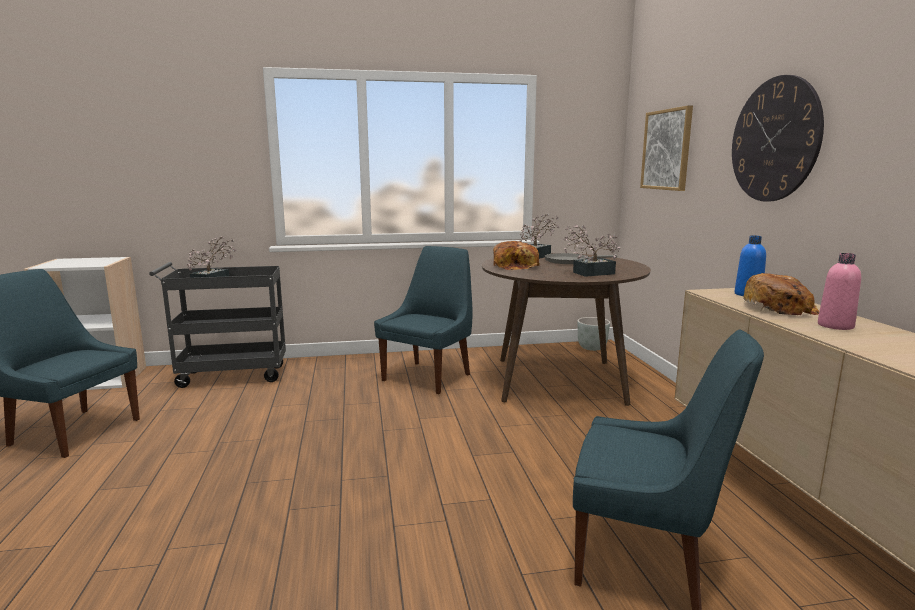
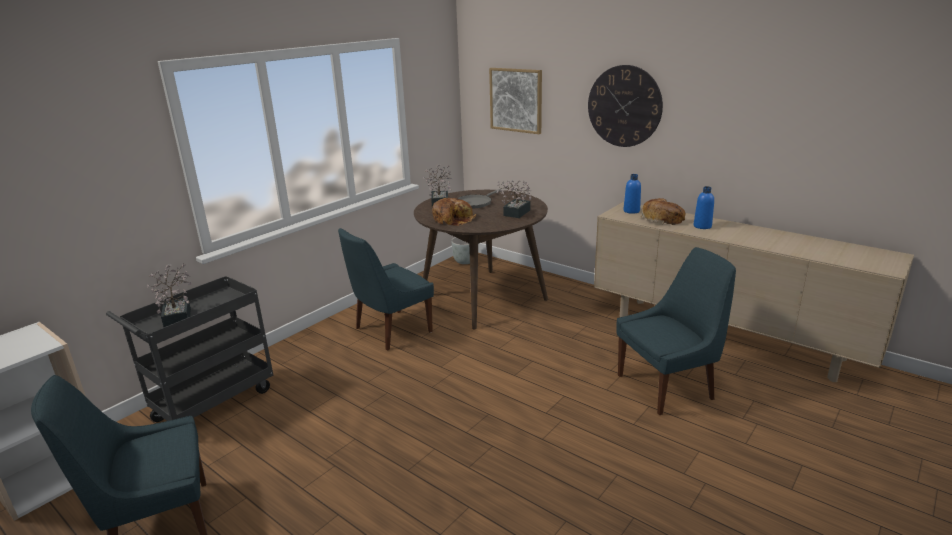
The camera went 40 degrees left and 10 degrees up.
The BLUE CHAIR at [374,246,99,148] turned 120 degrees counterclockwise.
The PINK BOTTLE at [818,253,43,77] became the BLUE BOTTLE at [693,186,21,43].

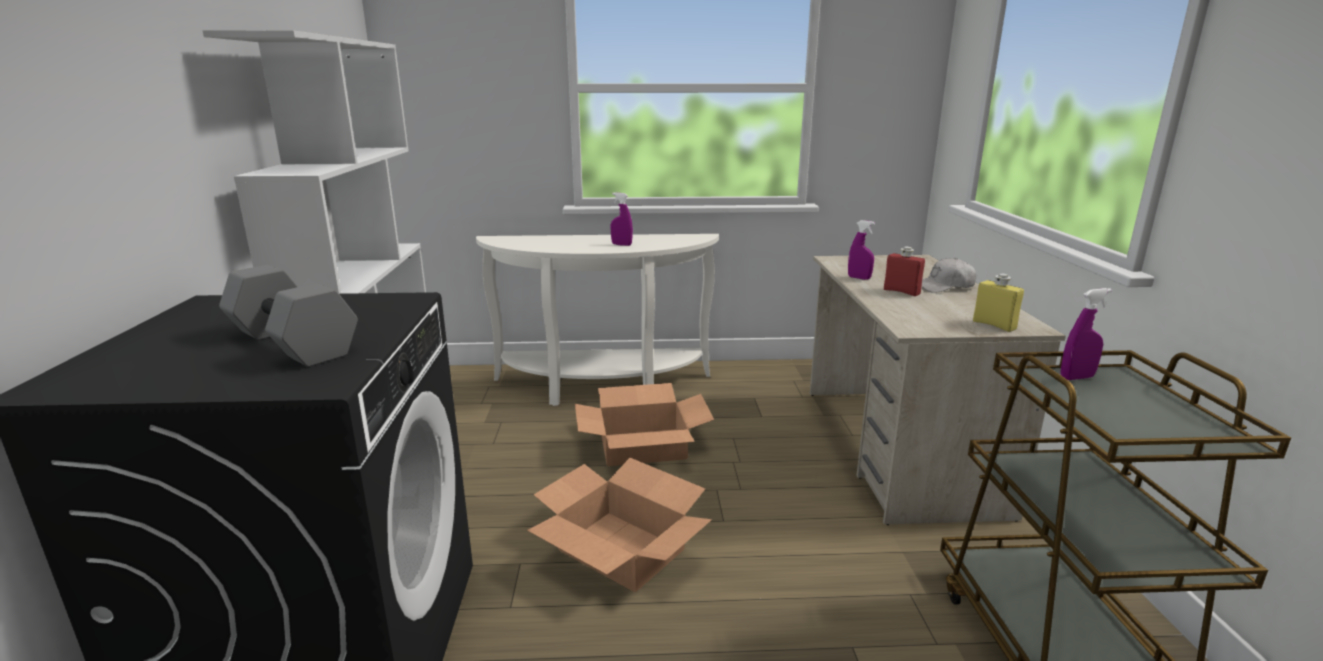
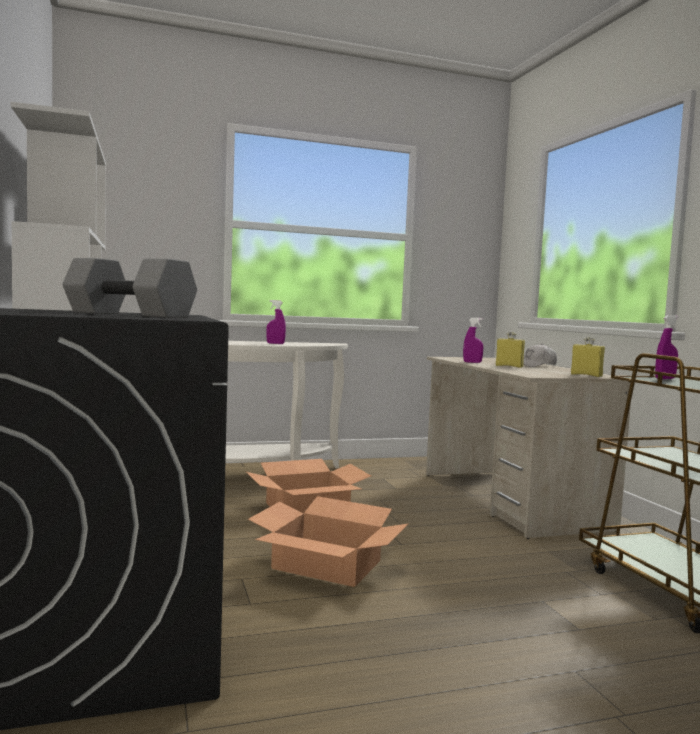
The camera went 15 degrees left and 15 degrees down.
The RED BOTTLE at [884,247,41,49] became the YELLOW BOTTLE at [496,332,29,36].

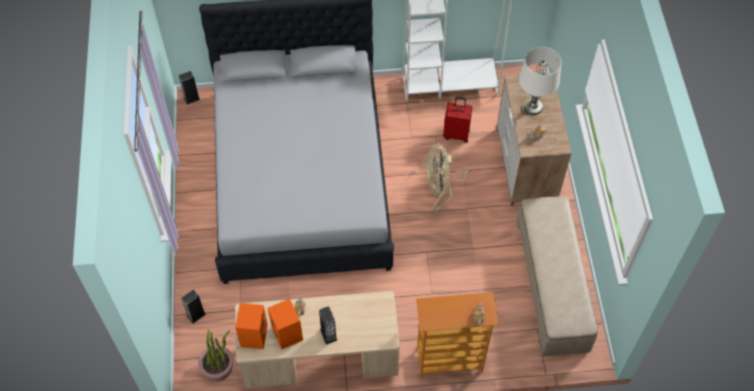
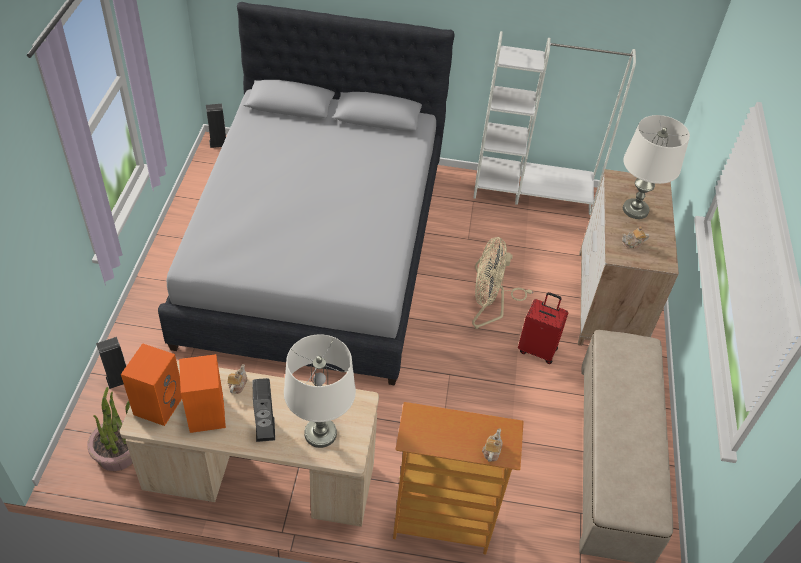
The camera went 10 degrees right and 10 degrees down.
The RED SUITCASE moved from [443,97,29,46] to [518,292,50,72].
The WHITE TABLE LAMP at [284,334,72,114] appeared.

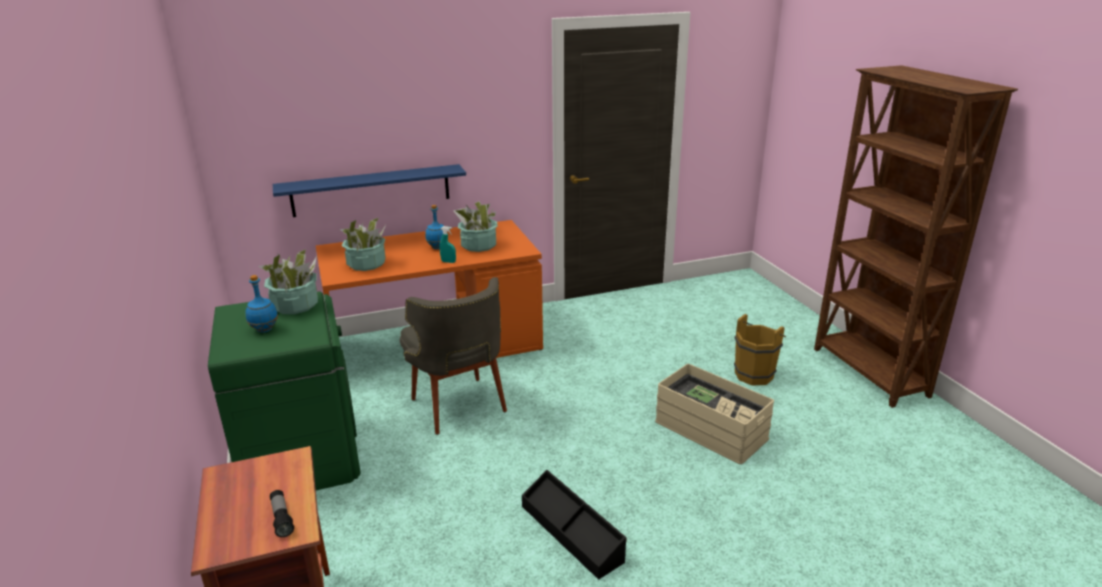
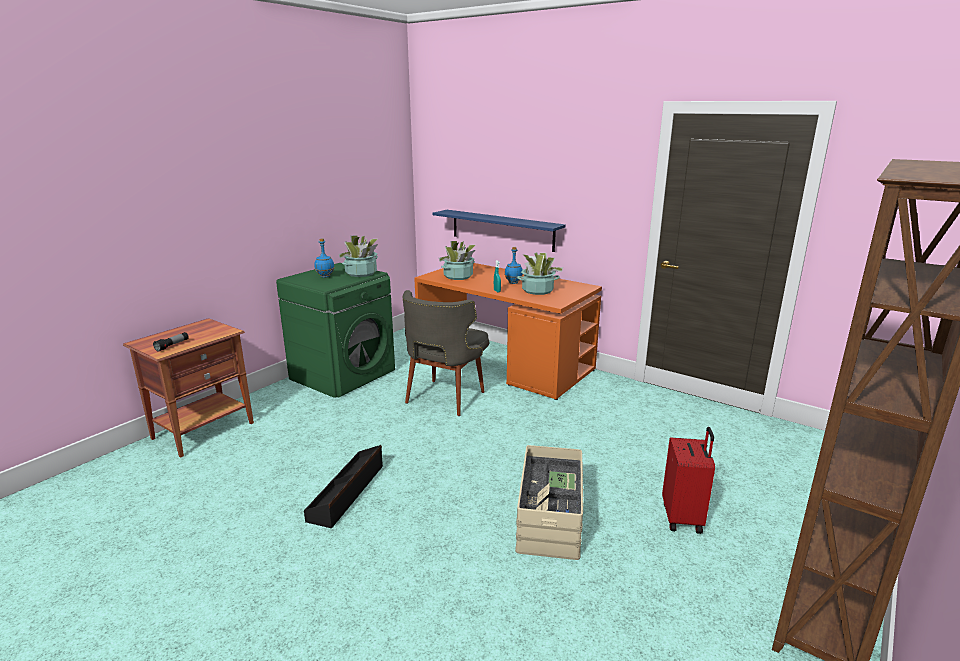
The camera went 55 degrees right and 5 degrees down.
The BROWN BUCKET at [734,314,52,71] was replaced by the RED SUITCASE at [662,427,53,107].

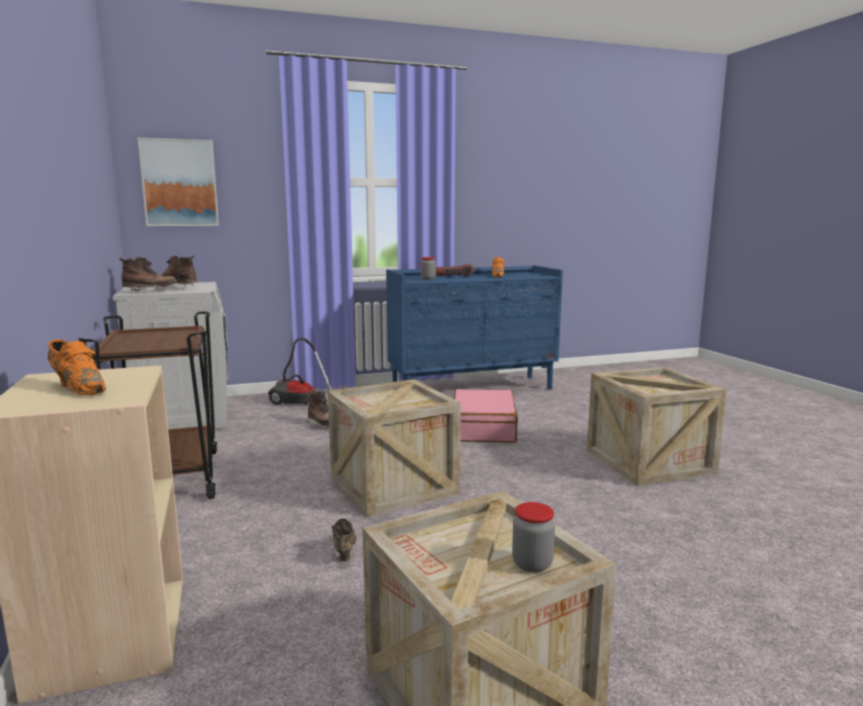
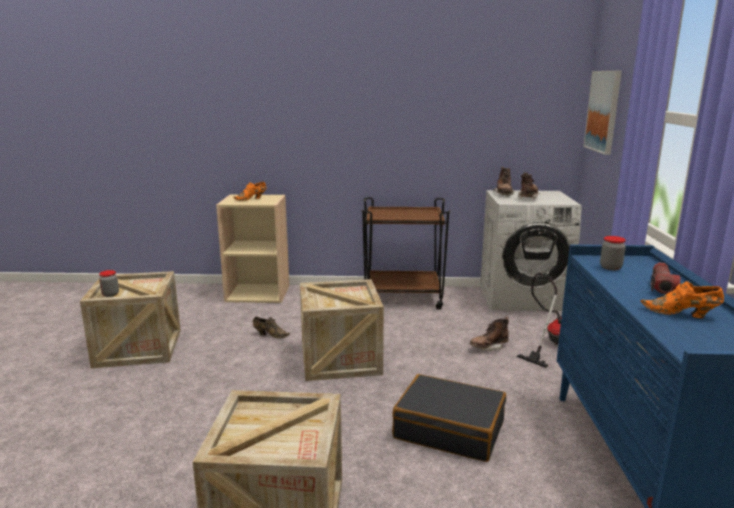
The camera went 110 degrees right and 5 degrees up.
The PINK SUITCASE at [453,389,65,54] became the BLACK SUITCASE at [392,374,114,88].

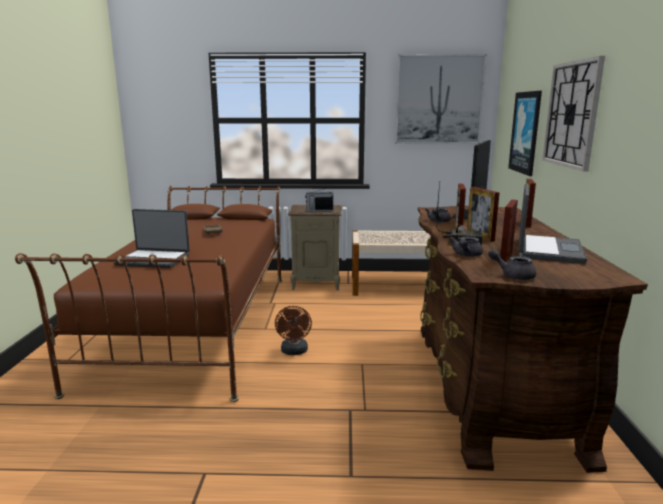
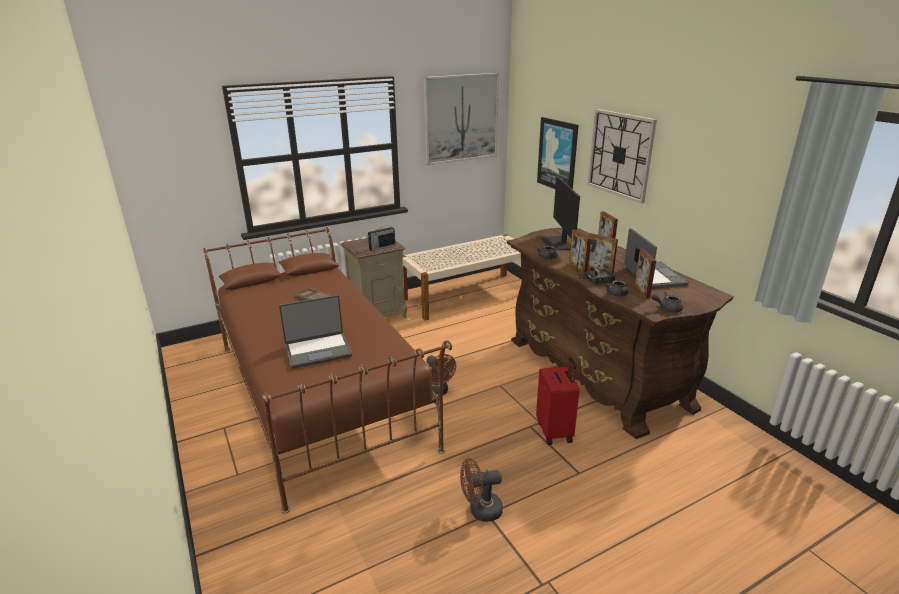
The camera went 30 degrees left and 10 degrees up.
The BROWN FAN at [460,458,43,64] appeared.
The RED SUITCASE at [536,357,44,88] appeared.

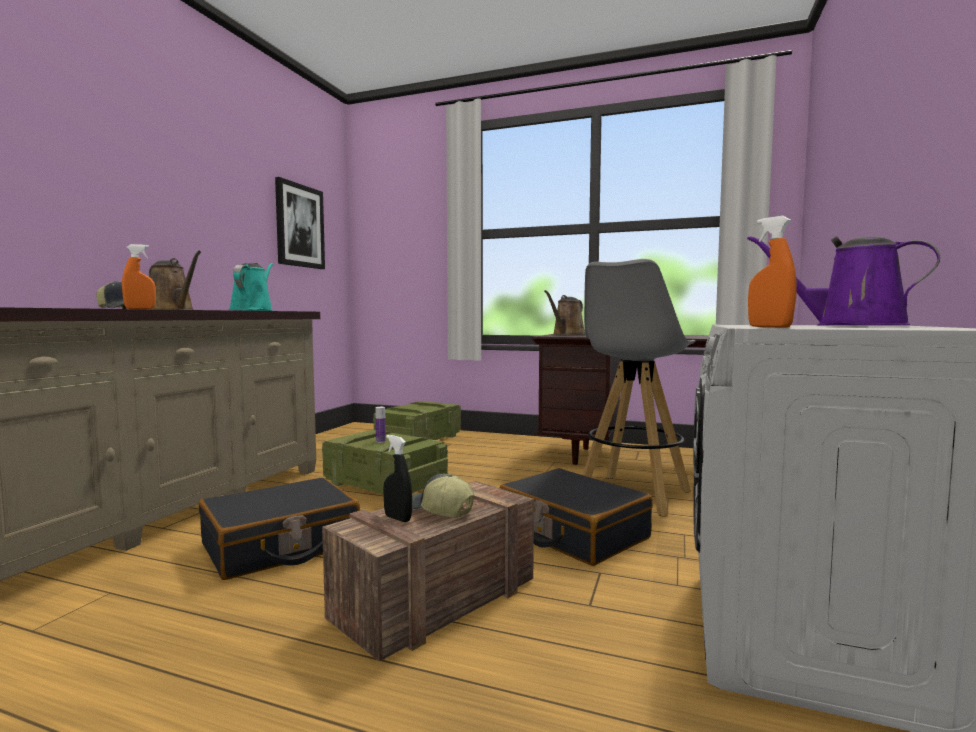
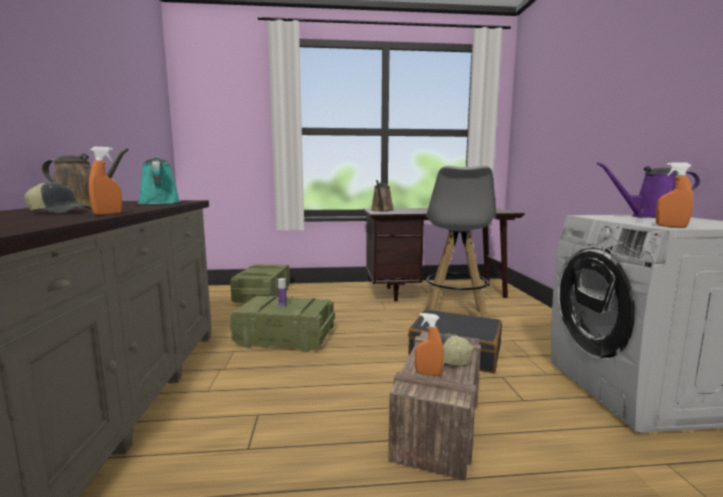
The camera went 25 degrees left and 5 degrees up.
The BLACK SUITCASE at [199,478,161,102] disappeared.
The PICTURE at [275,177,50,92] disappeared.
The BLACK SPRAY BOTTLE at [383,435,29,87] became the ORANGE SPRAY BOTTLE at [415,313,29,63].

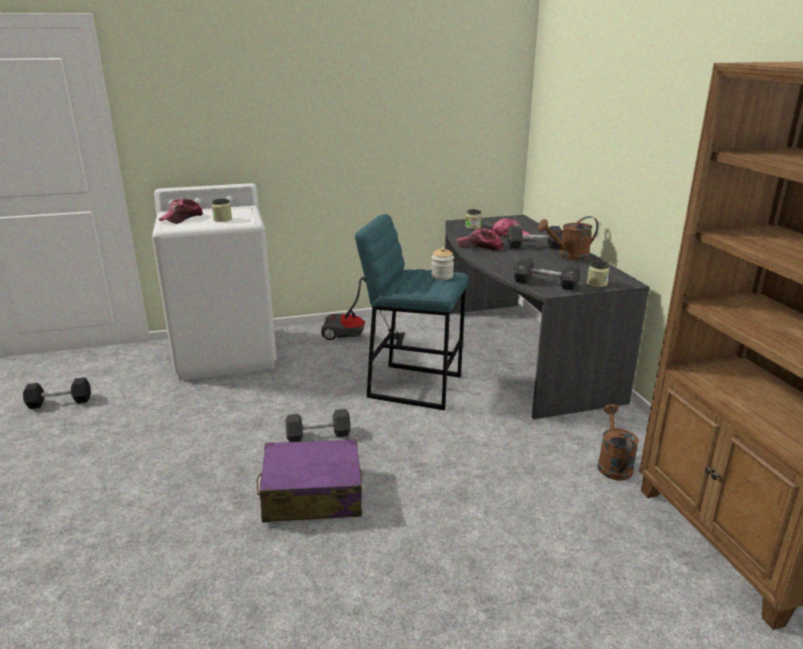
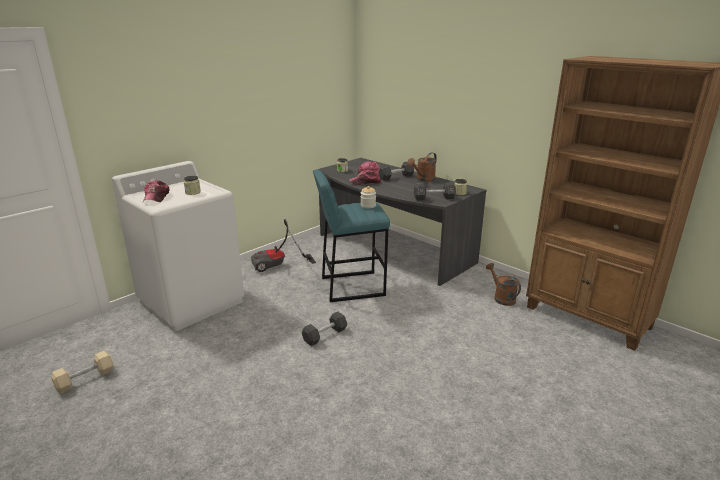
The camera went 30 degrees left and 0 degrees up.
The BLACK DUMBBELL at [23,377,68,32] became the BEIGE DUMBBELL at [51,351,62,43].
The PURPLE SUITCASE at [257,439,105,84] disappeared.

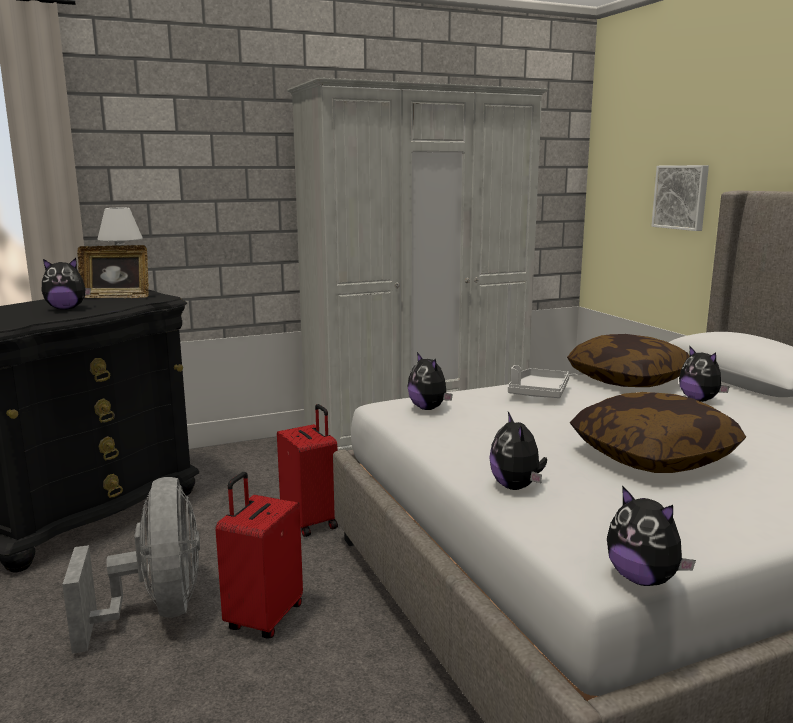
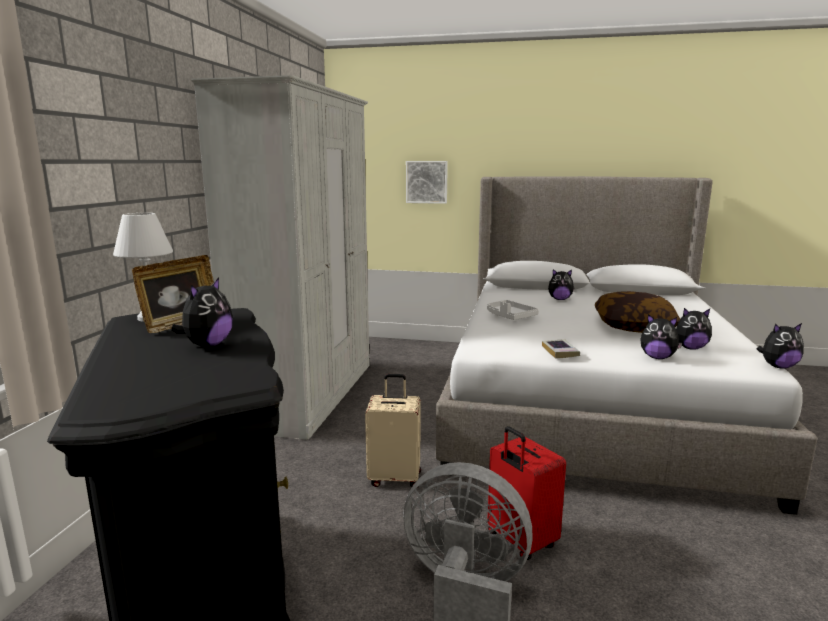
The camera went 55 degrees left and 0 degrees up.
The RED SUITCASE at [277,404,61,133] became the BEIGE SUITCASE at [365,374,56,114].
The PLUSH TOY moved from [408,352,44,58] to [676,308,36,42].
The PILLOW at [567,334,123,53] disappeared.
The BOOK at [542,339,38,20] appeared.

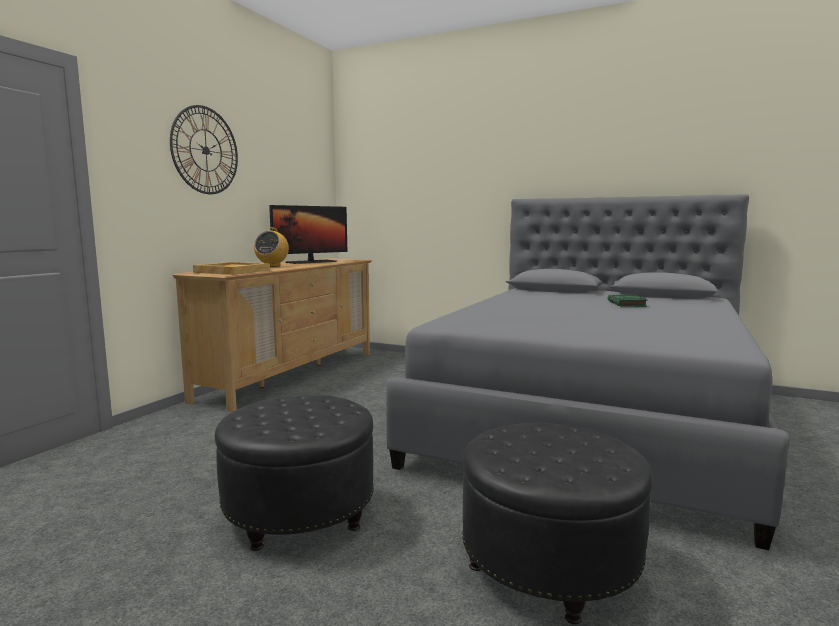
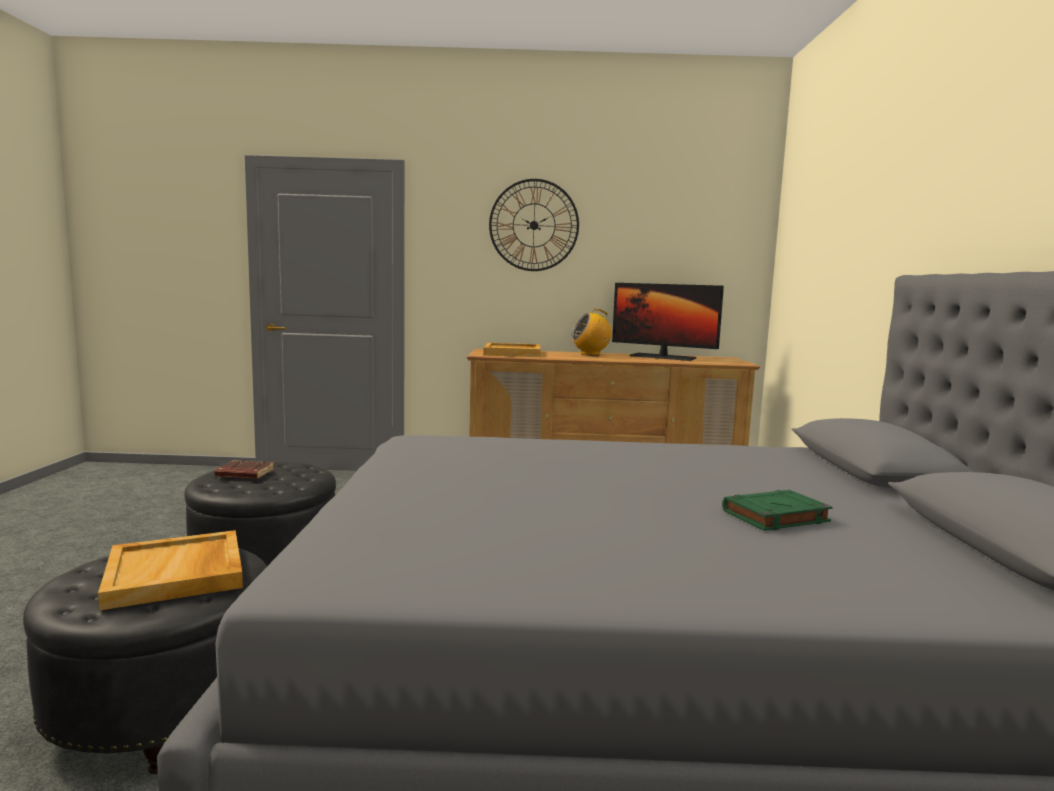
The camera went 65 degrees right and 0 degrees up.
The BEIGE TRAY at [98,530,145,81] appeared.
The BROWN BOOK at [214,460,60,19] appeared.

